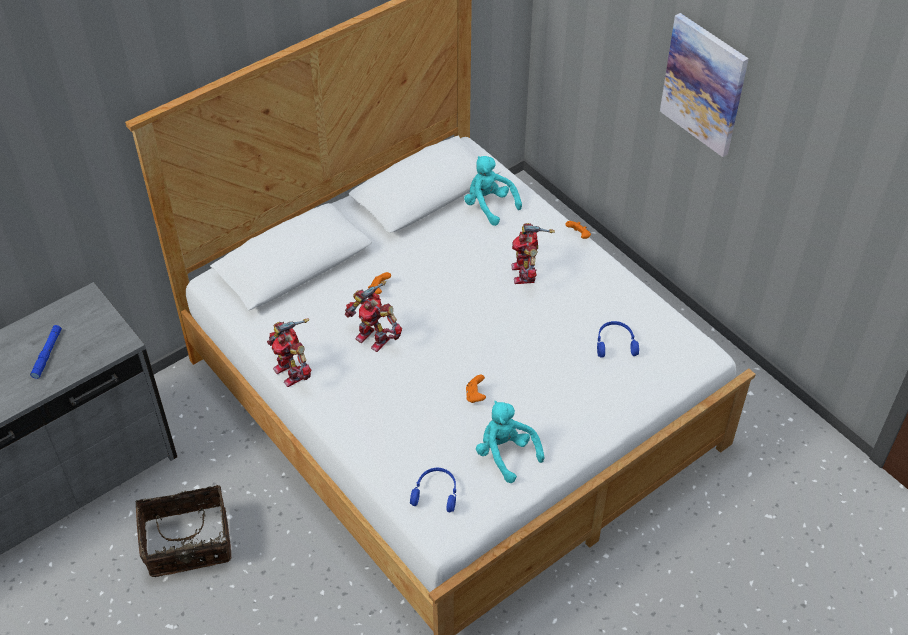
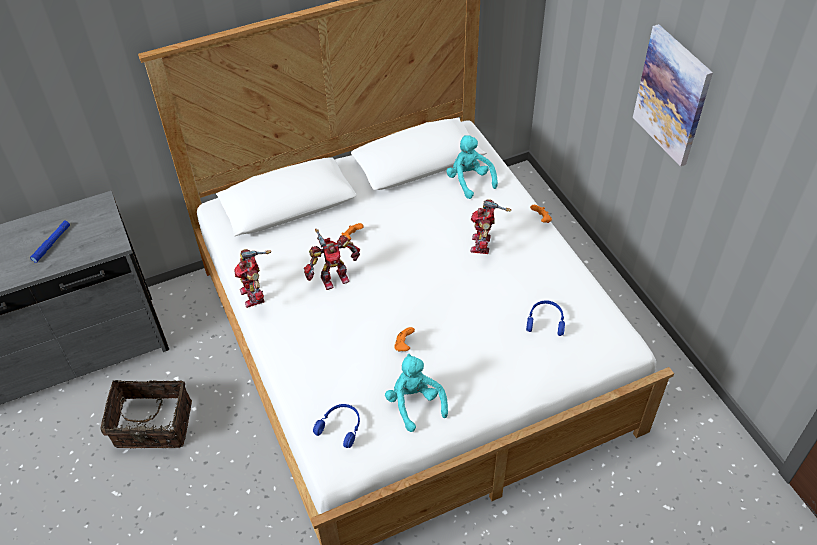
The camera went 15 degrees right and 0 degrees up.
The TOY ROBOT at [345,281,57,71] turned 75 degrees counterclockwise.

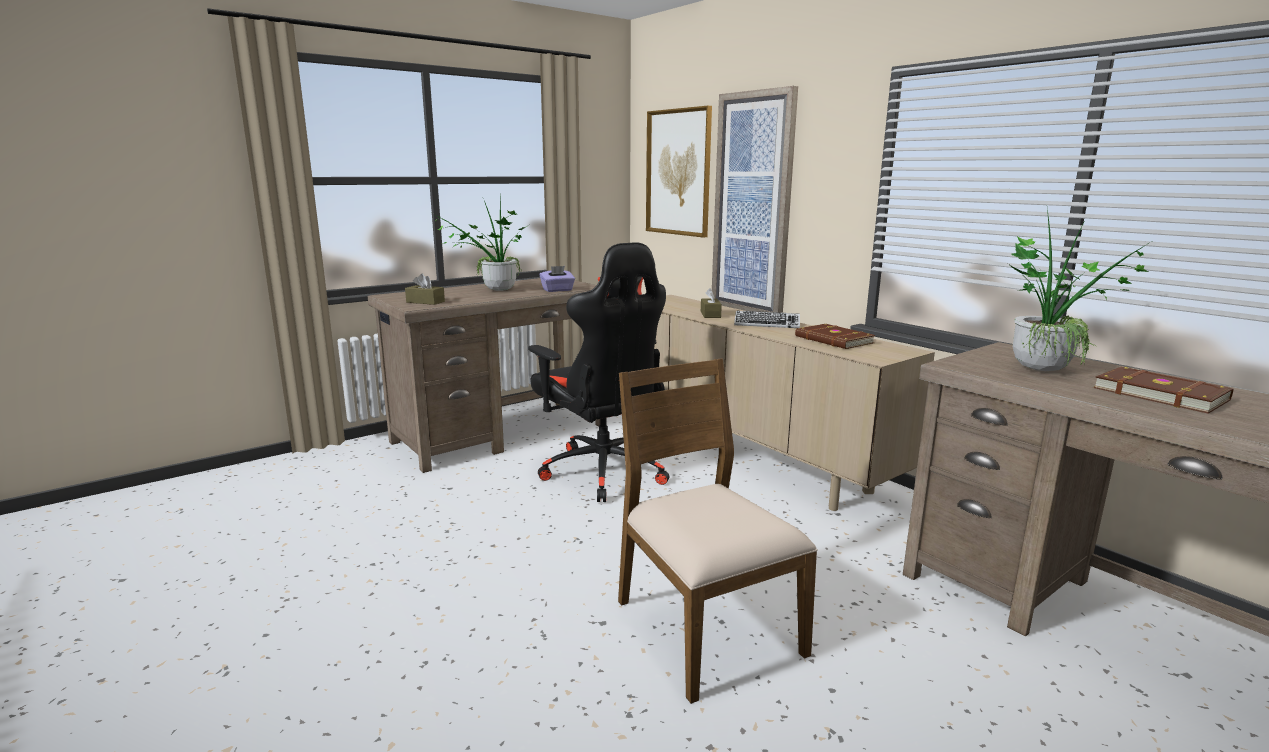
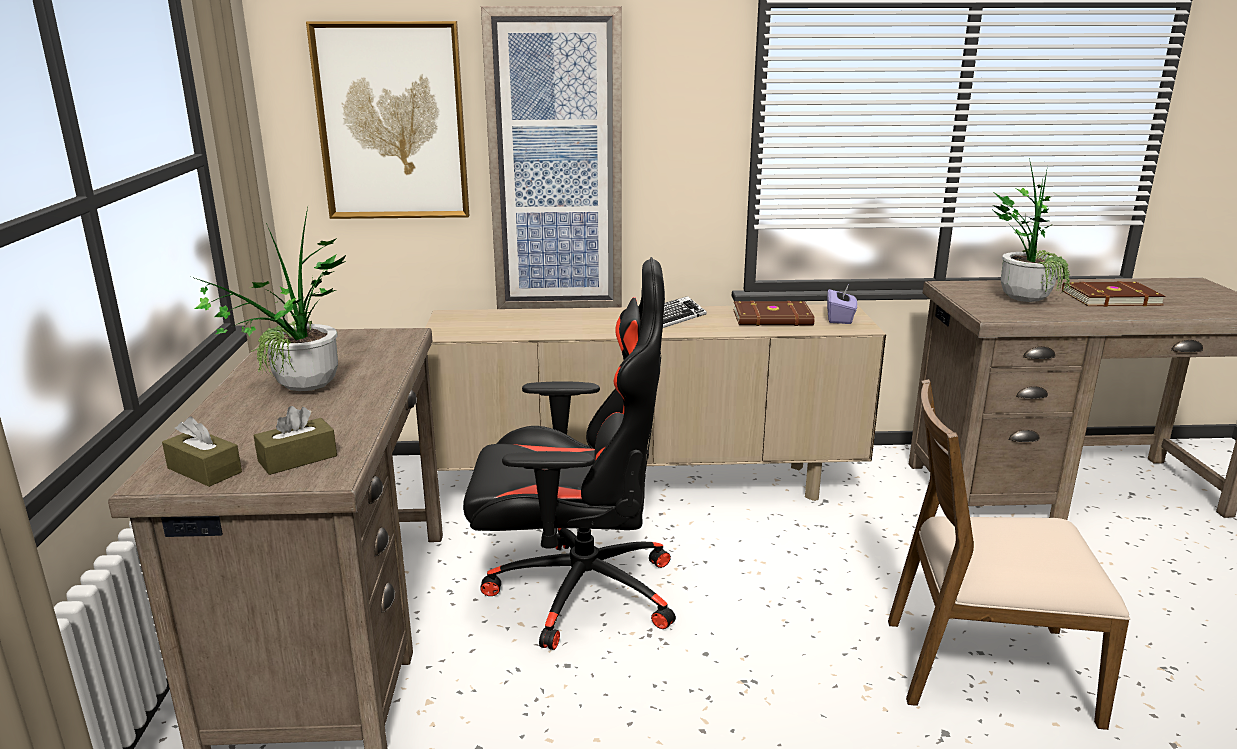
The camera went 55 degrees left and 5 degrees up.
The PURPLE TISSUE BOX moved from [540,266,35,26] to [827,286,30,38].
The BROWN TISSUE BOX moved from [701,288,21,30] to [162,416,80,71].

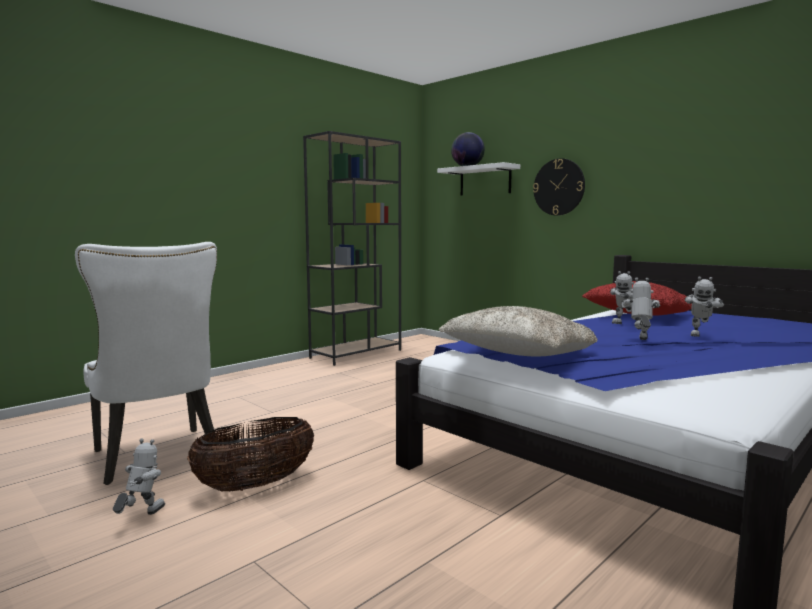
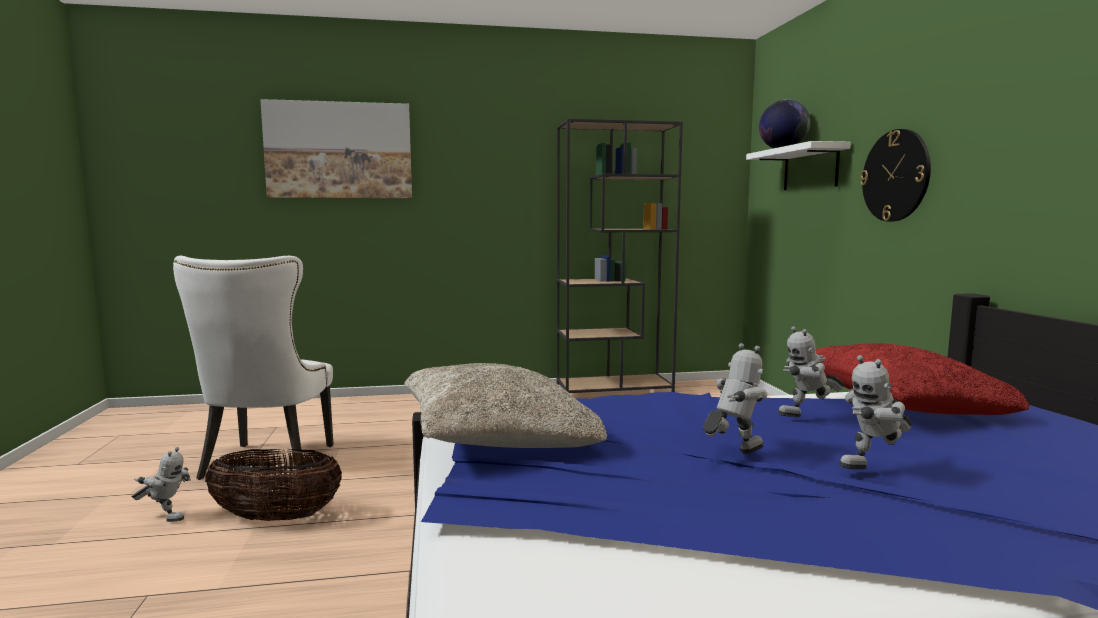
The camera went 35 degrees right and 0 degrees up.
The TOY ROBOT at [113,438,52,77] turned 45 degrees clockwise.
The PICTURE at [260,99,152,99] appeared.

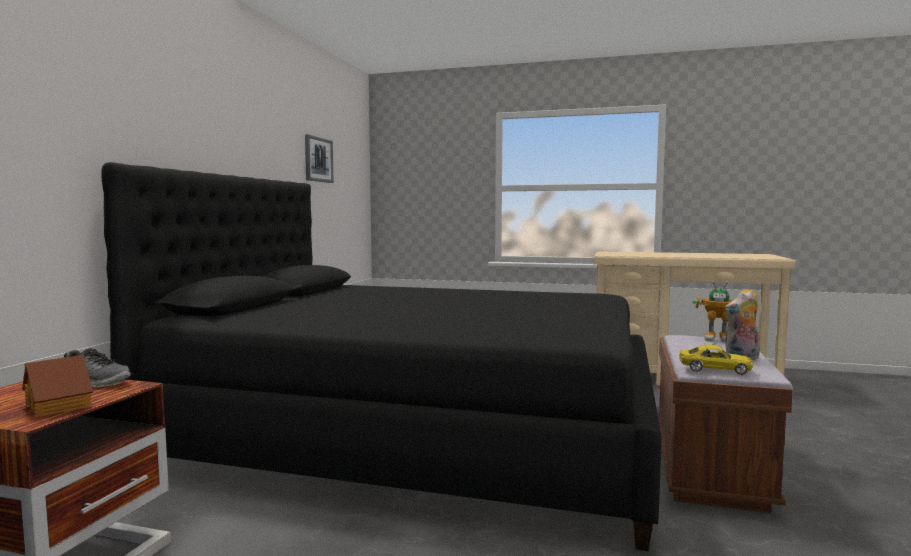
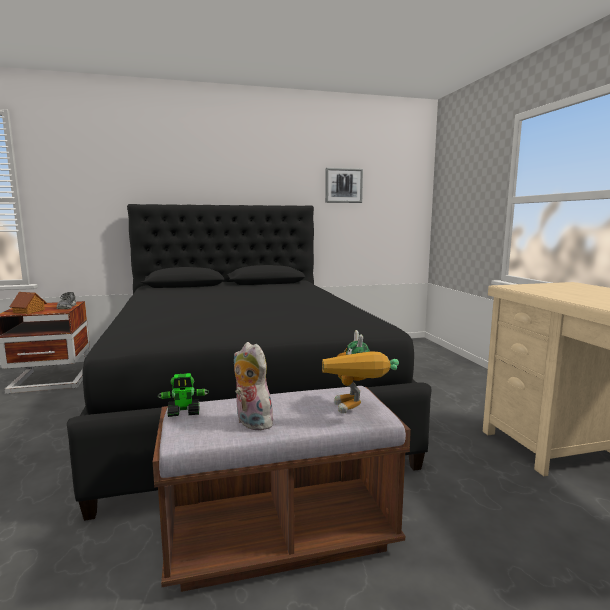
The camera went 60 degrees right and 5 degrees up.
The YELLOW TOY CAR at [679,344,74,31] was replaced by the TOY ROBOT at [158,373,51,44].

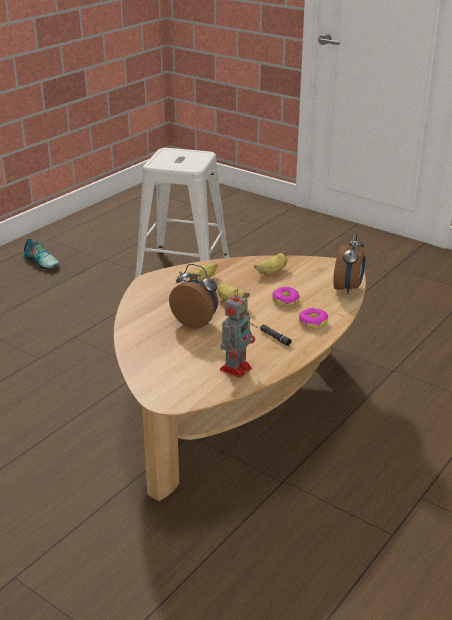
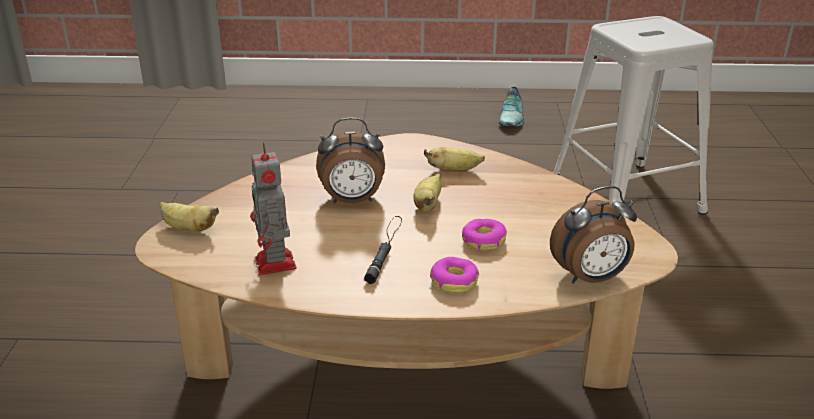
The camera went 55 degrees right and 0 degrees up.
The ALARM CLOCK at [169,264,50,64] turned 90 degrees clockwise.
The TOY ROBOT at [220,289,35,89] turned 75 degrees clockwise.
The BANANA moved from [254,251,33,23] to [160,202,59,29].

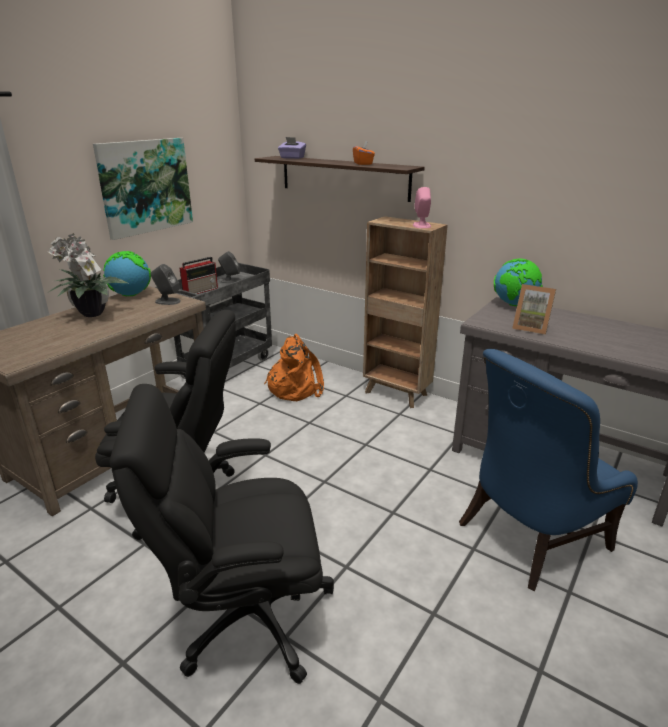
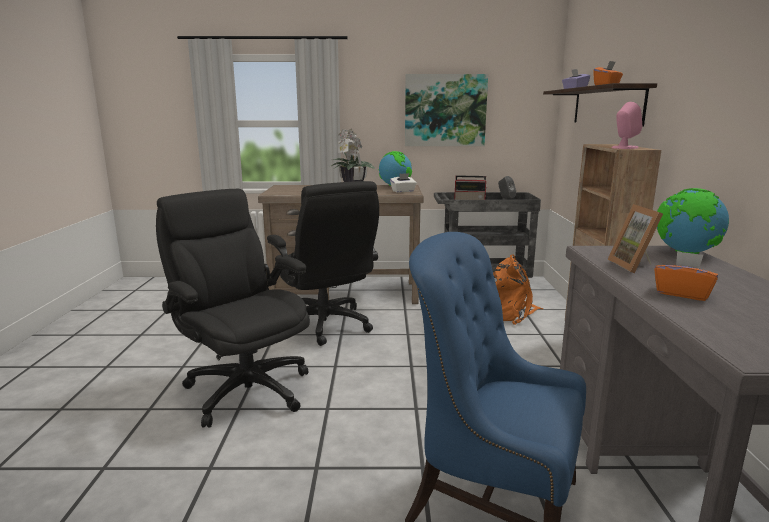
The camera went 55 degrees right and 10 degrees down.
The GREY SPEAKER at [151,264,30,41] was replaced by the WHITE TISSUE BOX at [390,173,27,20].
The ORANGE TISSUE BOX at [654,251,64,50] appeared.

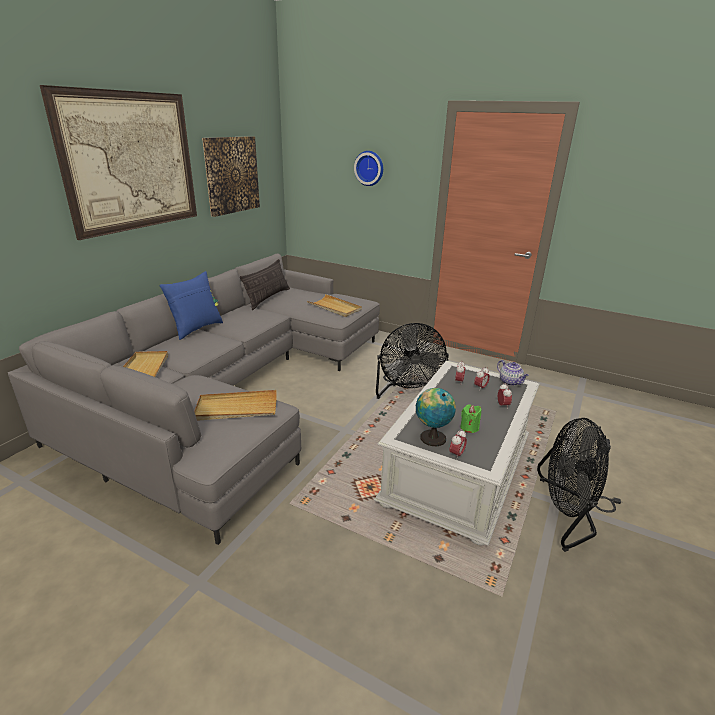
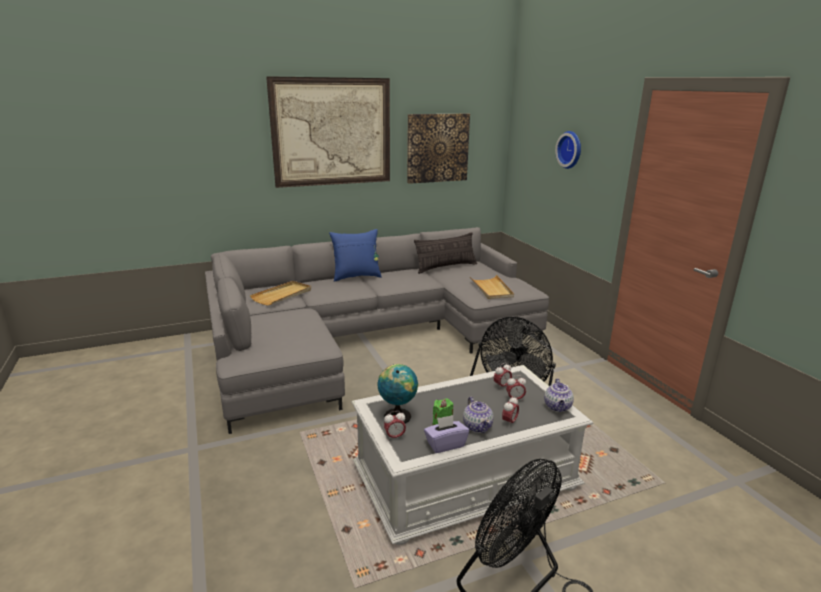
The camera went 40 degrees right and 5 degrees down.
The BEIGE TRAY at [194,390,83,31] disappeared.
The PURPLE TISSUE BOX at [424,415,45,38] appeared.
The TEAPOT at [463,397,31,36] appeared.

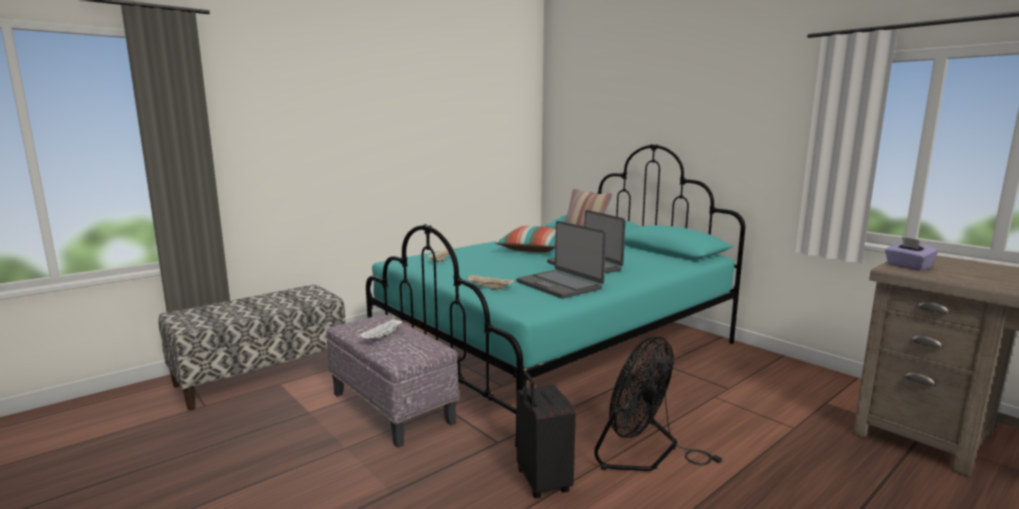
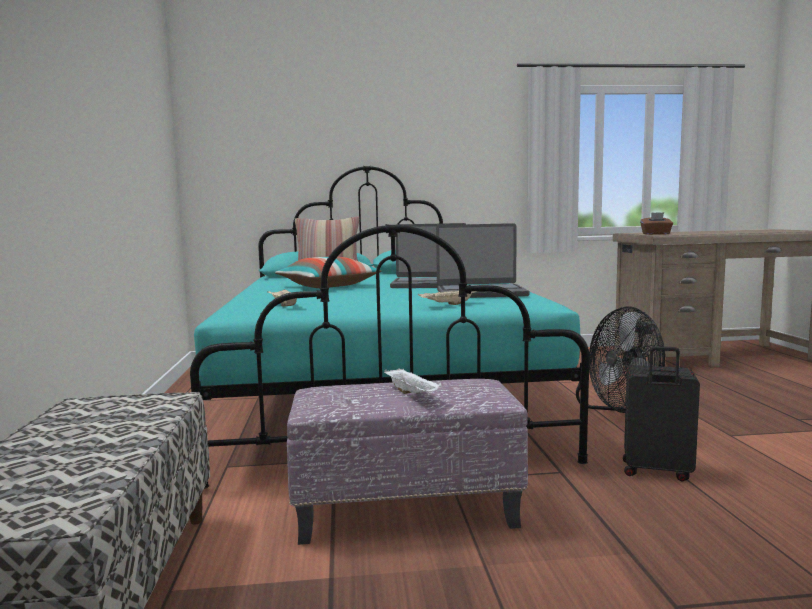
The camera went 55 degrees left and 5 degrees down.
The PURPLE TISSUE BOX at [885,237,53,34] became the BROWN TISSUE BOX at [640,212,33,23].

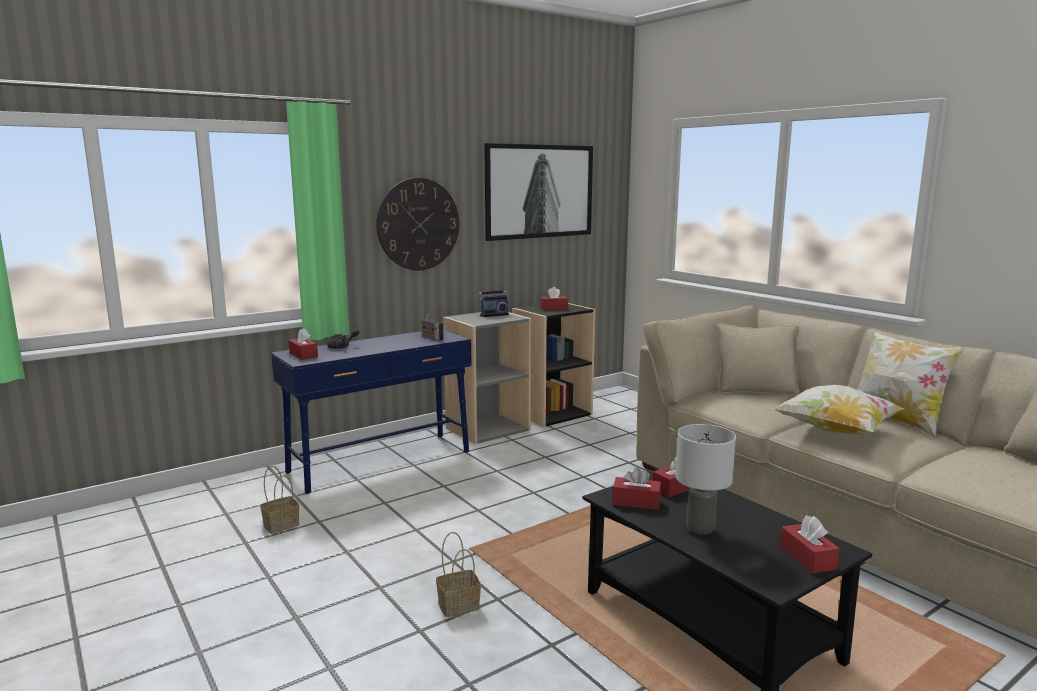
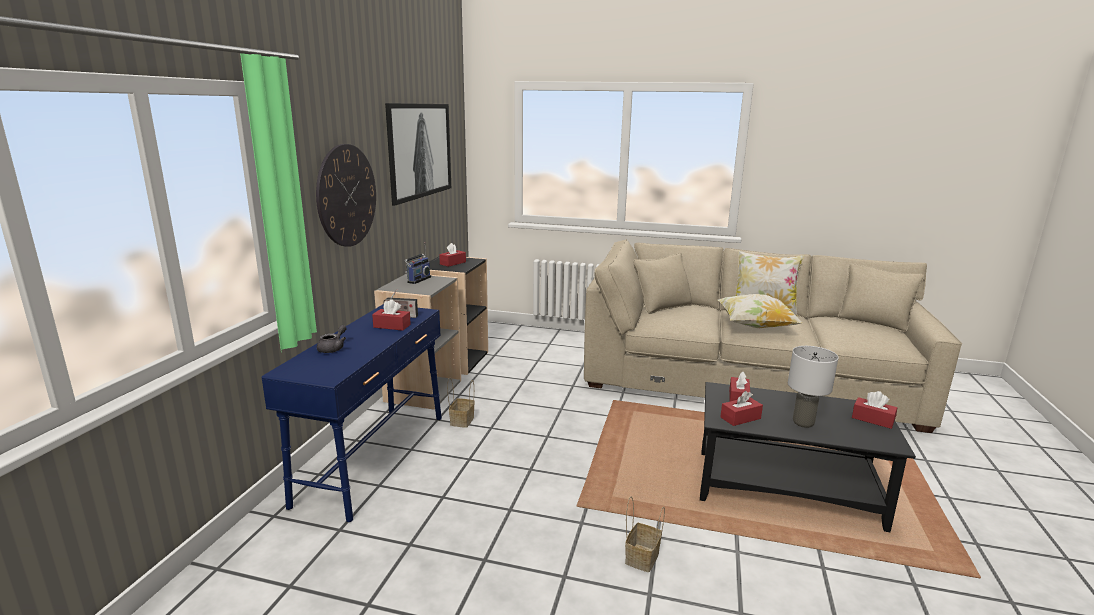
The camera went 40 degrees left and 5 degrees up.
The BASKET moved from [260,466,39,68] to [447,378,28,50].
The RED TISSUE BOX moved from [288,328,30,32] to [372,299,39,32].

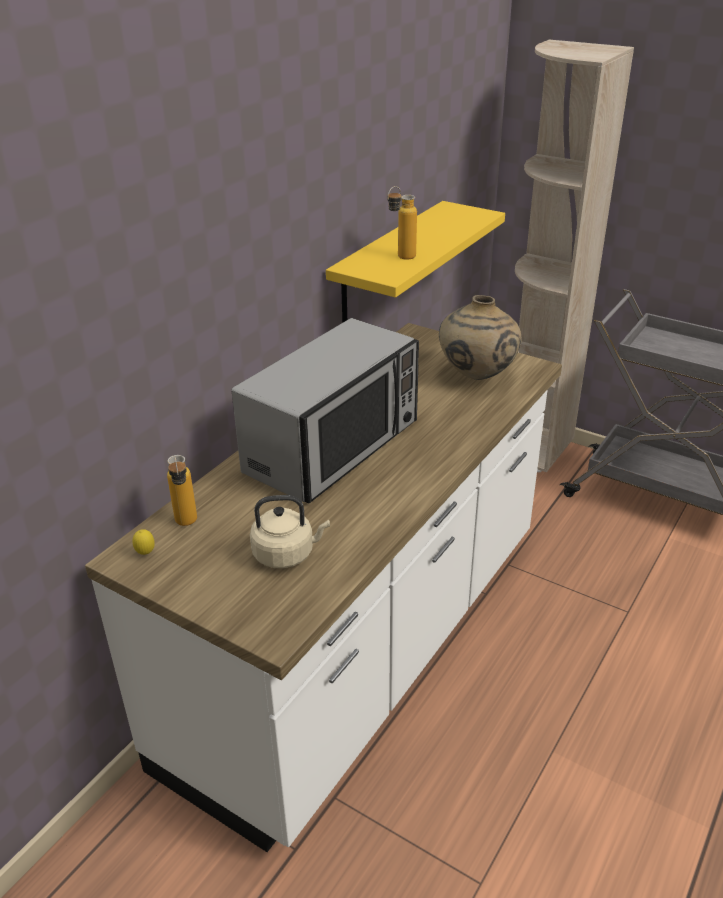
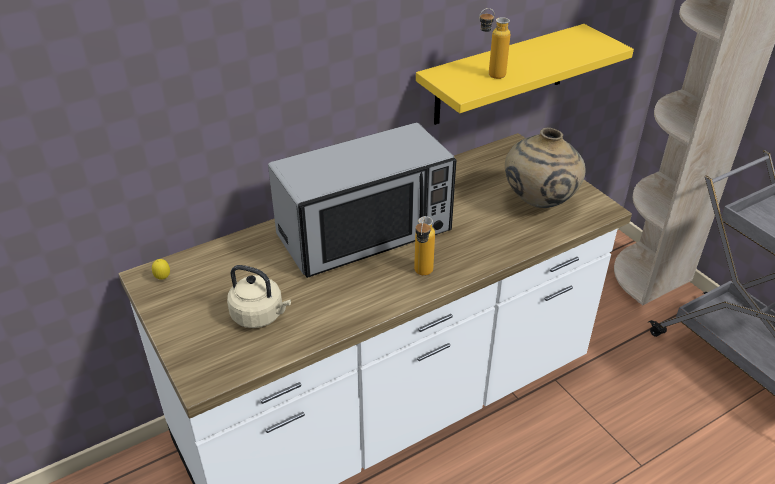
The camera went 25 degrees right and 5 degrees up.
The BOTTLE moved from [167,455,30,71] to [414,216,21,60].

